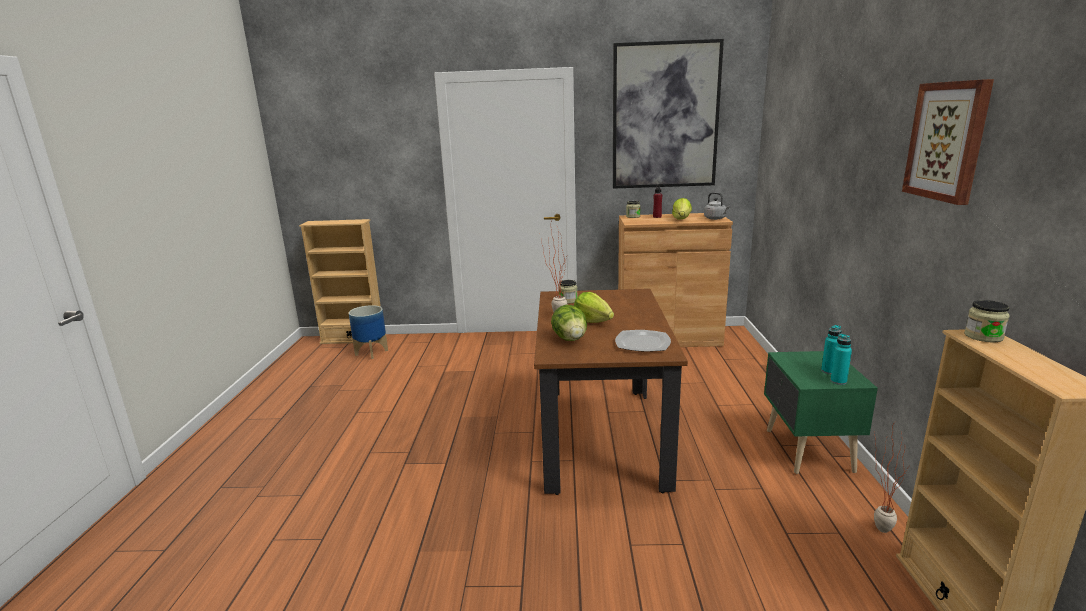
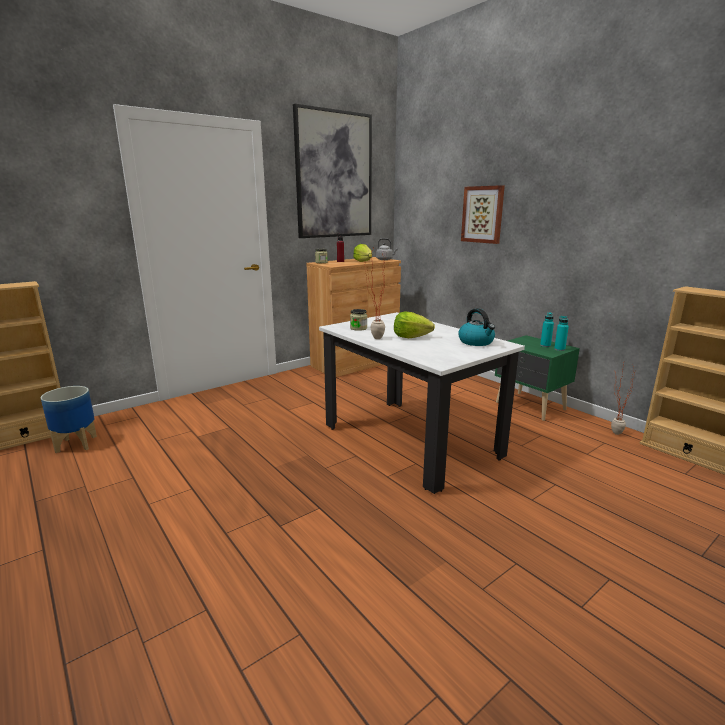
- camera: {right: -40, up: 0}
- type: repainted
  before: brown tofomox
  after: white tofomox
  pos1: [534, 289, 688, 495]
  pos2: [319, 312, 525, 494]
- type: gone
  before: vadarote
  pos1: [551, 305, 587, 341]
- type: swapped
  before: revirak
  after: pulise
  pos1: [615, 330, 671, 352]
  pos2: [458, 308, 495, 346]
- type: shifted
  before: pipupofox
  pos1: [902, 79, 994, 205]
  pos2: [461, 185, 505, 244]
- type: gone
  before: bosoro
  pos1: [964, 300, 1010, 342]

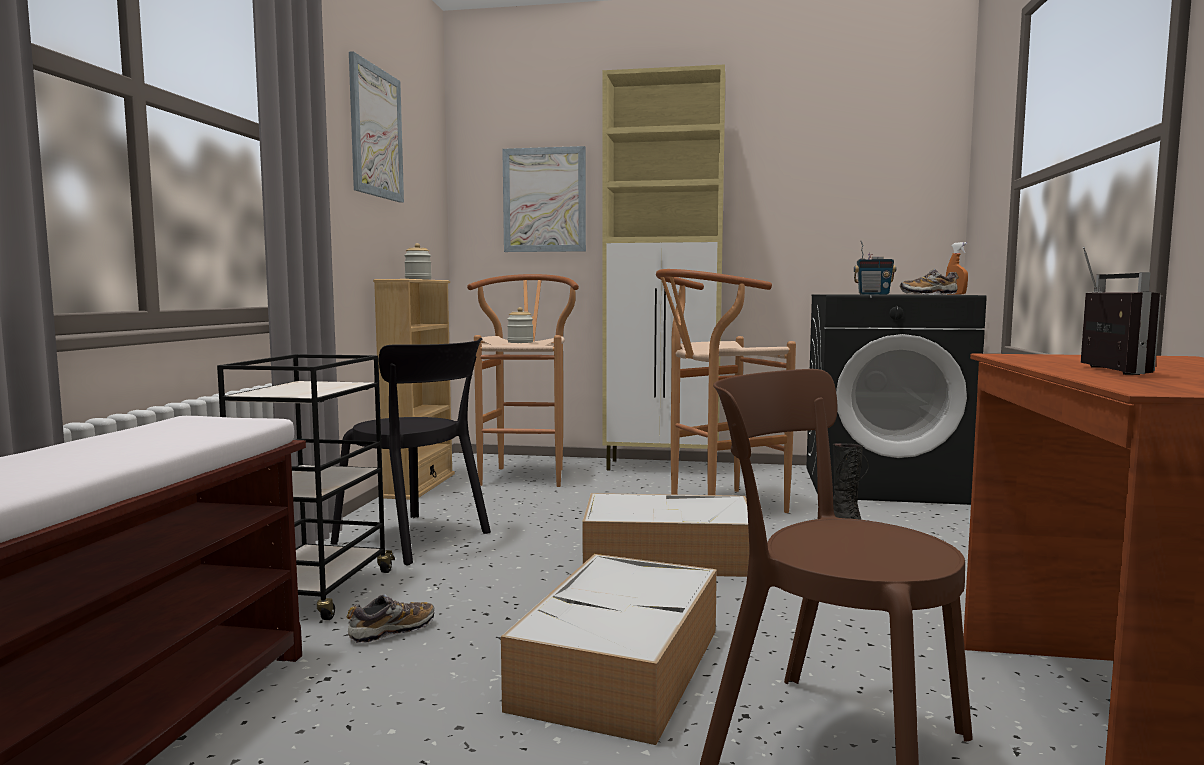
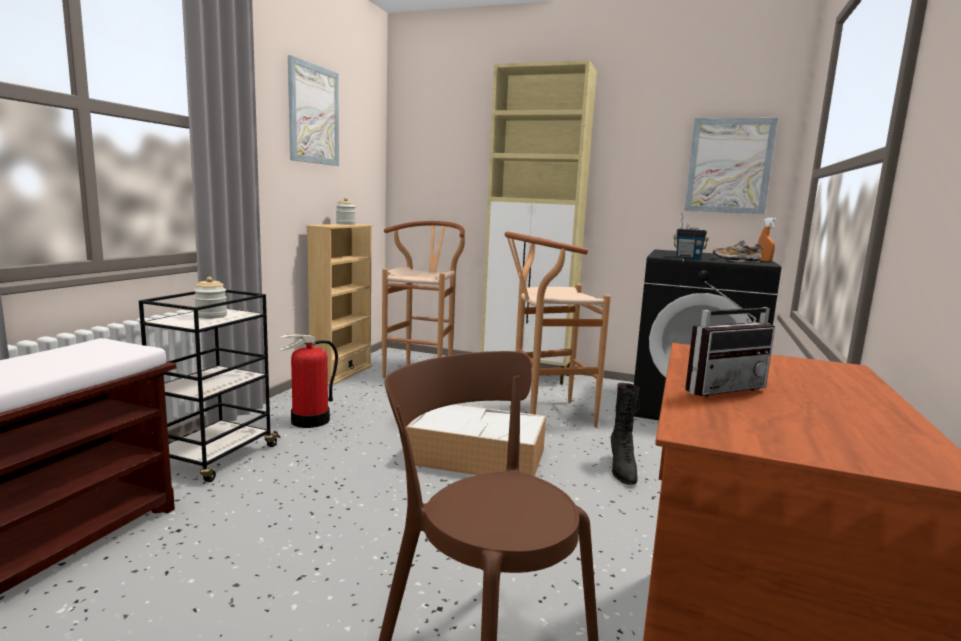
- camera: {right: 10, up: 5}
- type: swapped
  before: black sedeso
  after: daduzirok
  pos1: [331, 338, 491, 565]
  pos2: [277, 334, 338, 428]
- type: gone
  before: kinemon
  pos1: [347, 594, 434, 643]
- type: gone
  before: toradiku
  pos1: [501, 554, 717, 745]
- type: shifted
  before: pipupofox
  pos1: [502, 146, 586, 252]
  pos2: [684, 118, 778, 214]
- type: shifted
  before: bosoro
  pos1: [507, 307, 533, 343]
  pos2: [194, 277, 227, 319]
- type: rotated
  before: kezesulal
  pos1: [1081, 247, 1161, 375]
  pos2: [685, 281, 775, 396]
  turn: 45

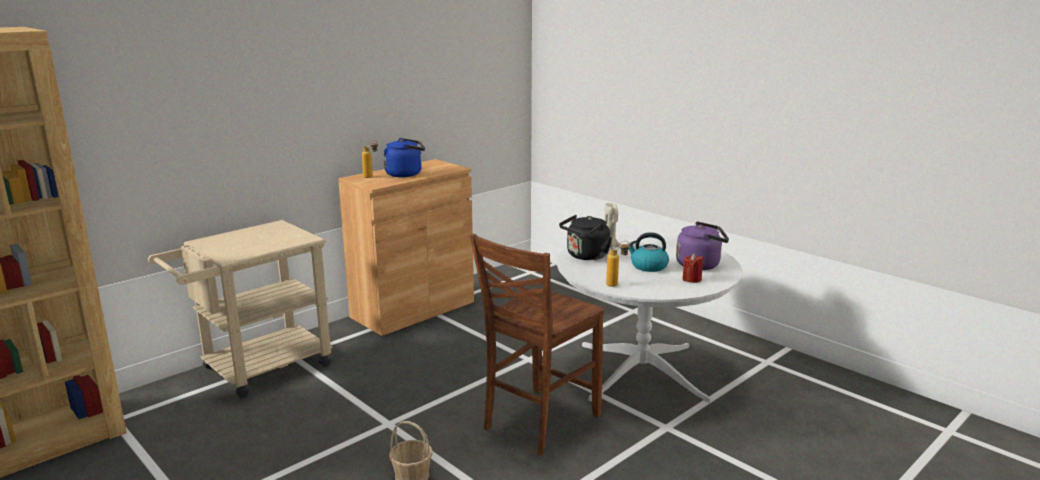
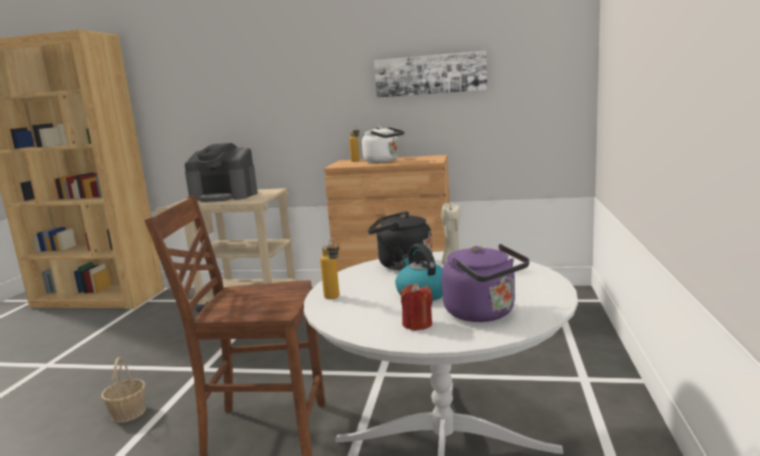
- camera: {right: 55, up: -5}
- type: repainted
  before: blue pulise
  after: white pulise
  pos1: [384, 138, 425, 177]
  pos2: [362, 126, 404, 163]
- type: new
  after: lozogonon
  pos2: [185, 143, 258, 202]
- type: new
  after: pipupofox
  pos2: [374, 51, 487, 98]

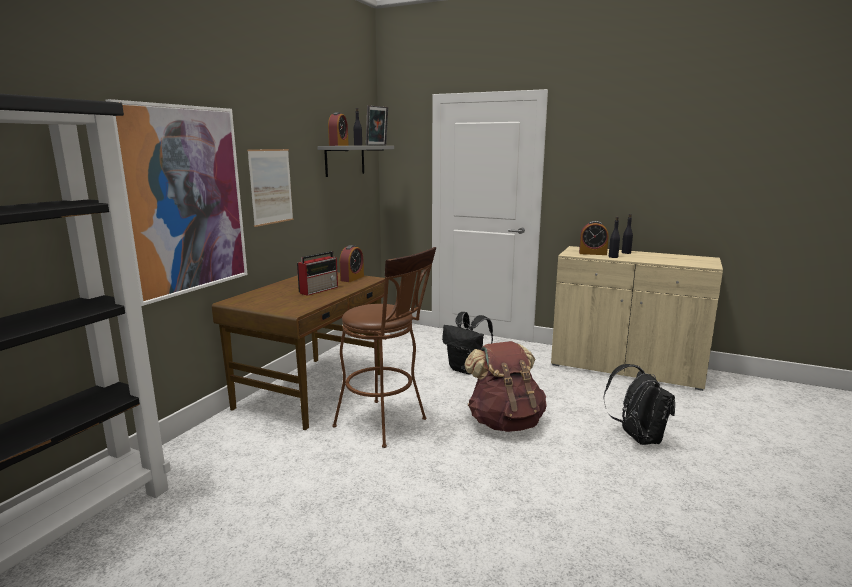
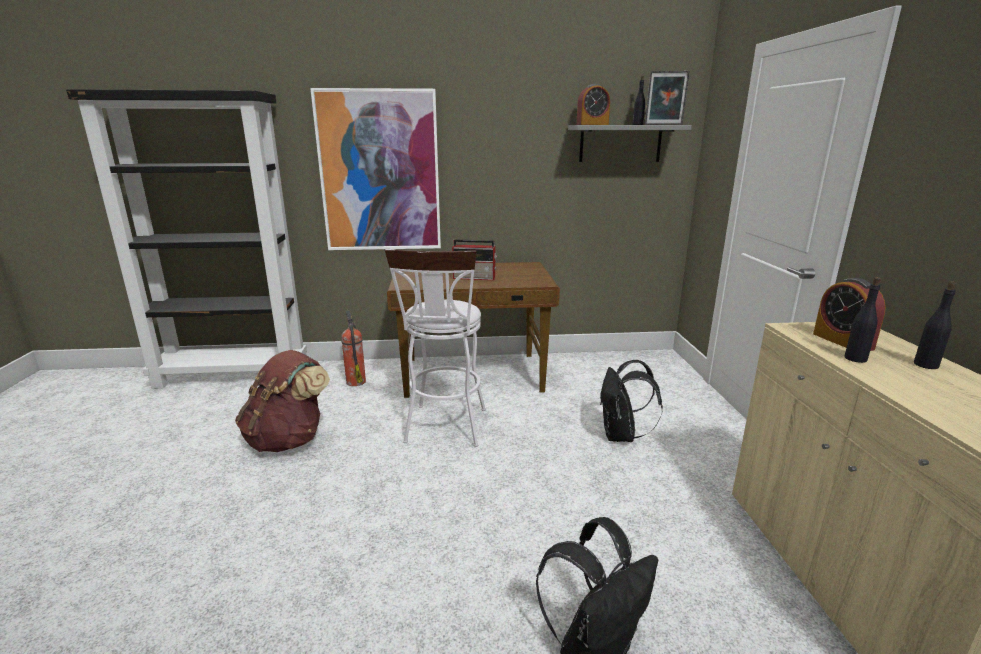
- camera: {right: 60, up: 5}
- type: gone
  before: pipupofox
  pos1: [247, 149, 293, 227]
- type: repainted
  before: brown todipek
  after: white todipek
  pos1: [332, 247, 436, 448]
  pos2: [384, 248, 486, 447]
- type: gone
  before: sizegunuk
  pos1: [339, 245, 364, 282]
- type: shifted
  before: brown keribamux
  pos1: [464, 341, 547, 432]
  pos2: [235, 350, 330, 452]
- type: new
  after: daduzirok
  pos2: [341, 311, 366, 386]

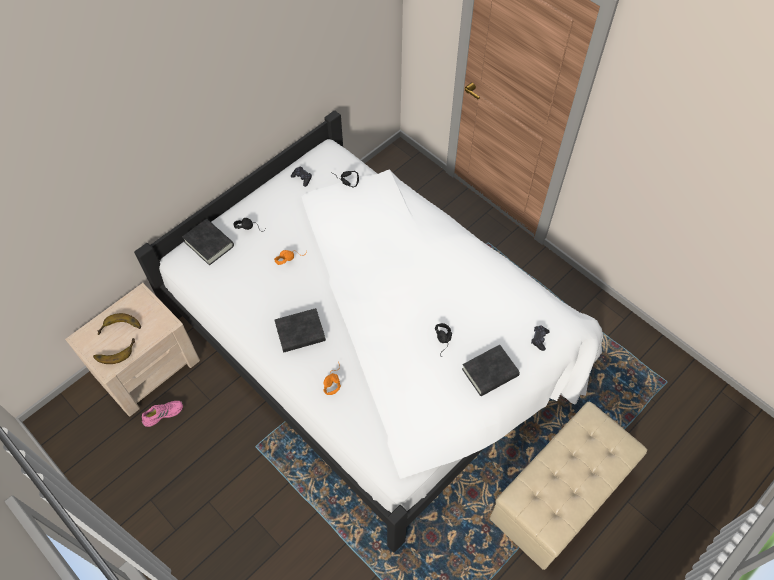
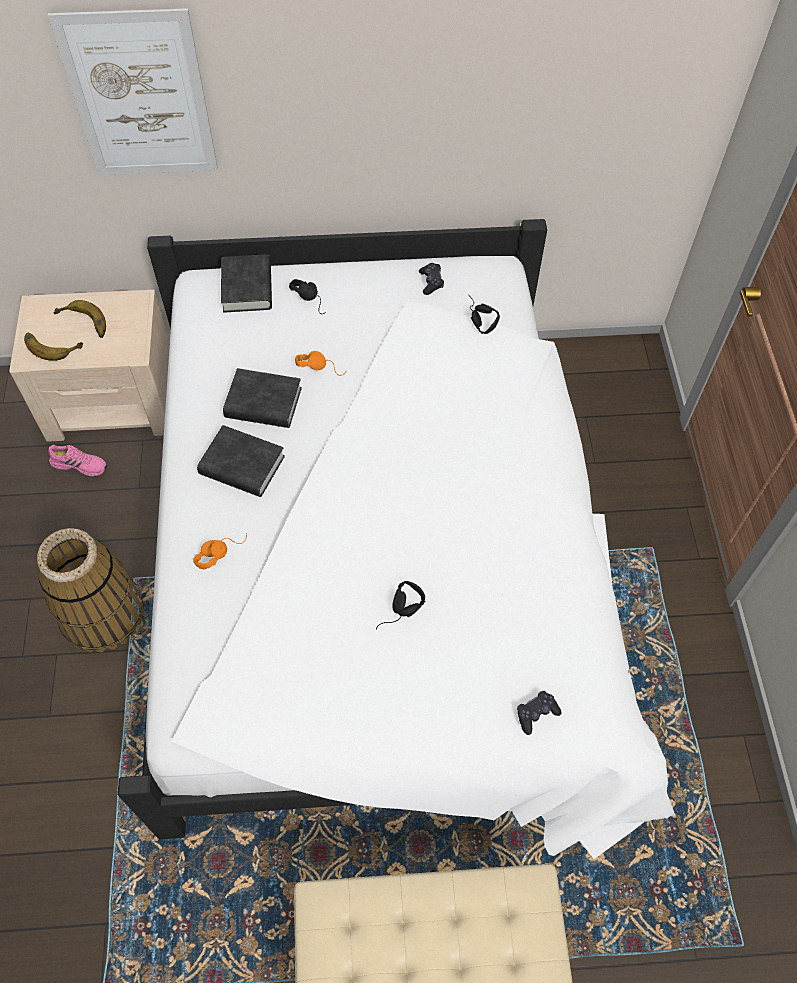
- camera: {right: 40, up: 0}
- type: shifted
  before: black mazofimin
  pos1: [462, 345, 520, 396]
  pos2: [223, 368, 302, 428]
- type: new
  after: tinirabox
  pos2: [37, 528, 144, 653]
- type: new
  after: pipupofox
  pos2: [48, 8, 218, 175]

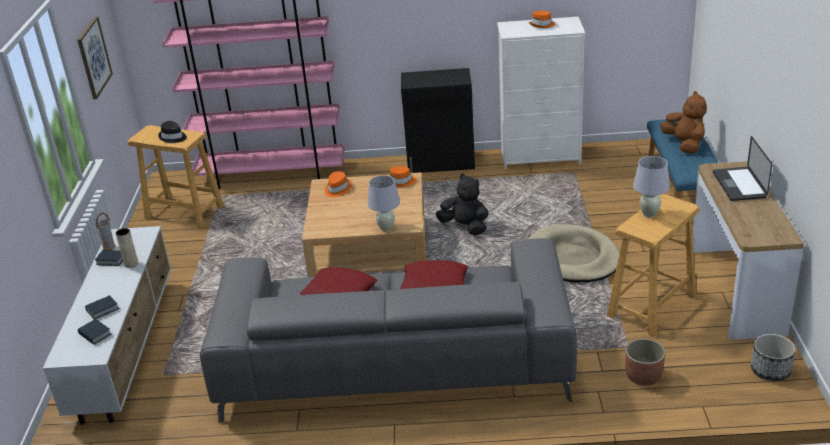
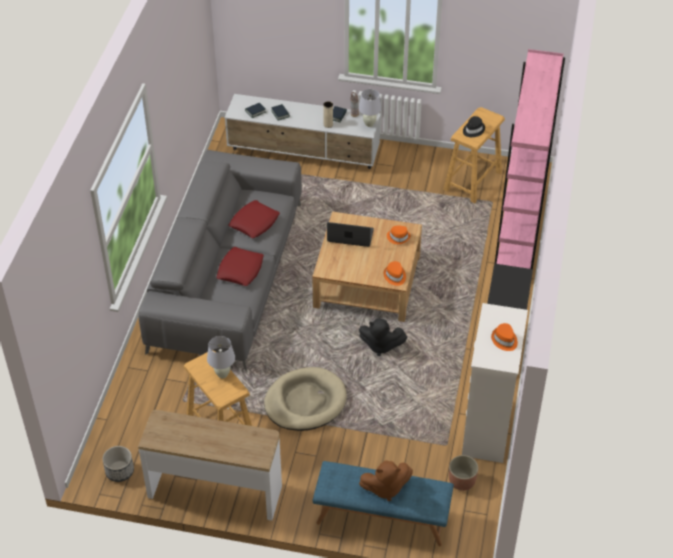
- camera: {right: 100, up: 15}
- type: gone
  before: pipupofox
  pos1: [77, 16, 113, 99]
- type: shifted
  before: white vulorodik
  pos1: [368, 175, 400, 231]
  pos2: [358, 89, 382, 127]
- type: rotated
  before: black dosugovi
  pos1: [436, 174, 488, 235]
  pos2: [359, 319, 407, 356]
  turn: 60
- type: shifted
  before: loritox
  pos1: [625, 339, 665, 386]
  pos2: [449, 455, 478, 491]
- type: shifted
  before: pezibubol
  pos1: [713, 136, 772, 201]
  pos2: [327, 222, 374, 247]

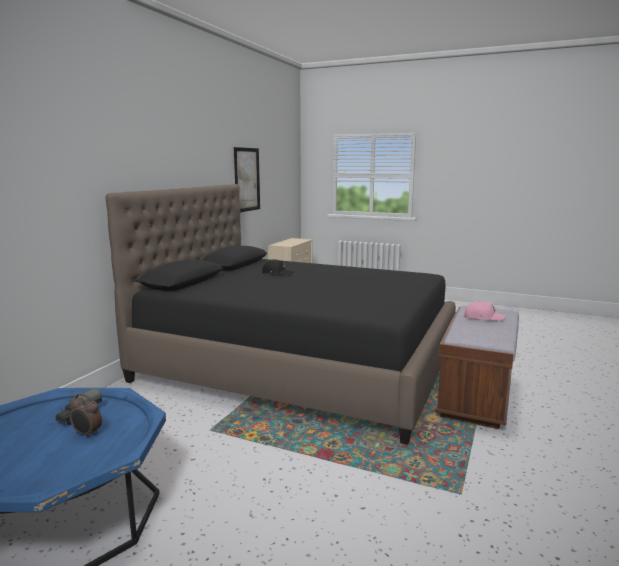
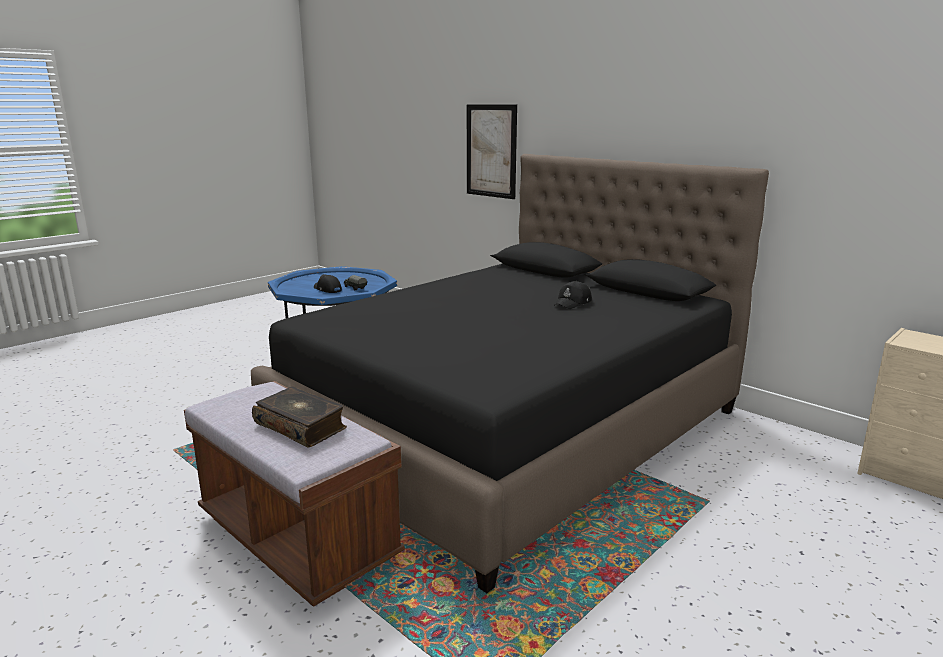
- camera: {right: 110, up: 5}
- type: swapped
  before: sizegunuk
  after: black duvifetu
  pos1: [70, 394, 102, 438]
  pos2: [314, 274, 342, 293]
- type: shifted
  before: pipupofox
  pos1: [234, 147, 260, 212]
  pos2: [467, 104, 517, 199]
- type: swapped
  before: pink duvifetu
  after: mazofimin
  pos1: [464, 301, 505, 321]
  pos2: [252, 386, 347, 448]

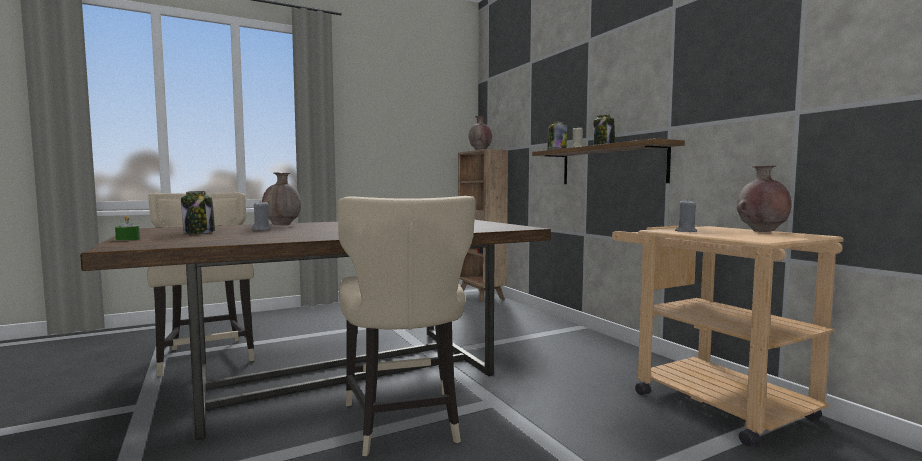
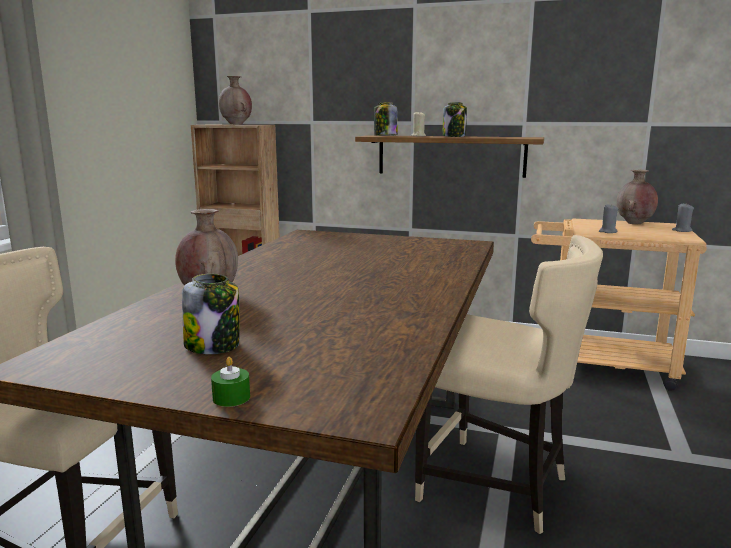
- camera: {right: -45, up: 10}
- type: shifted
  before: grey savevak
  pos1: [252, 201, 271, 230]
  pos2: [672, 203, 694, 232]

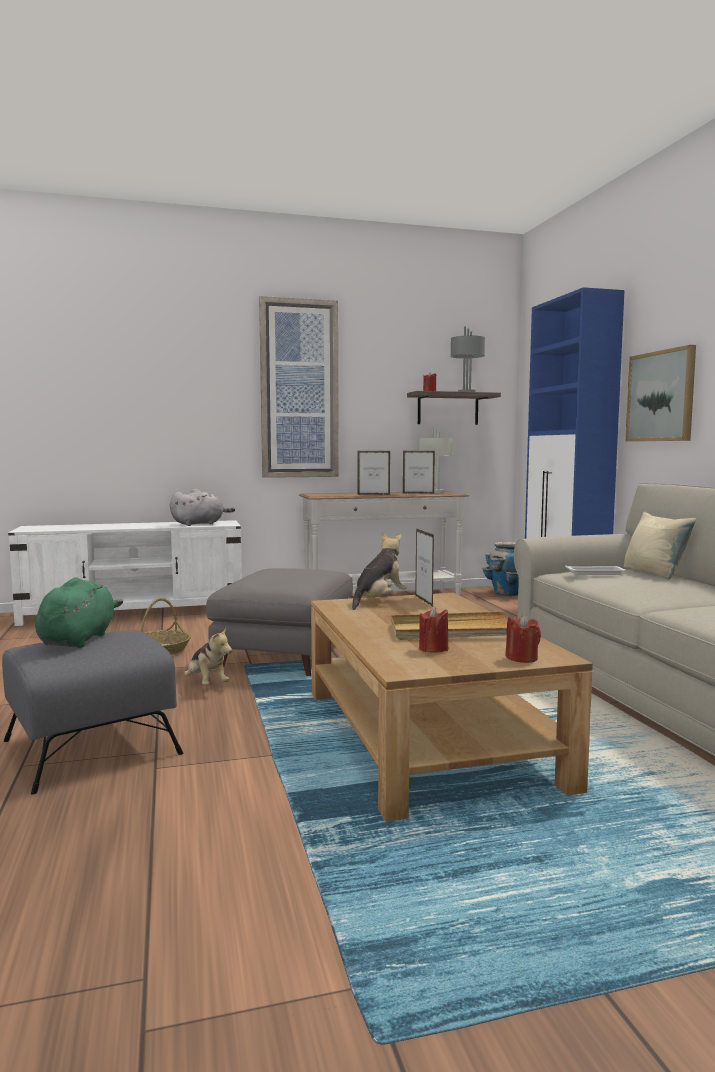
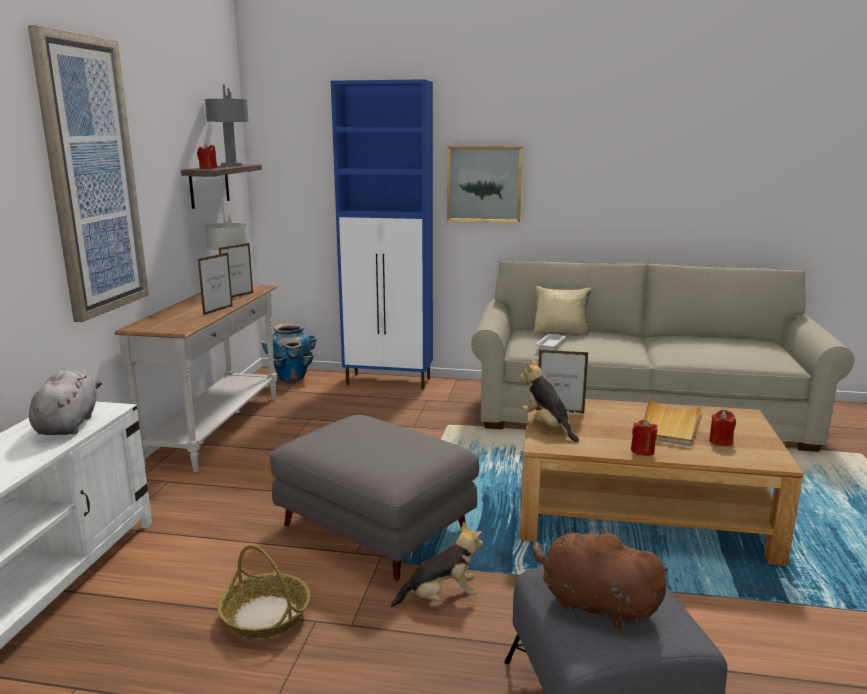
- camera: {right: -65, up: 10}
- type: repainted
  before: green dosugovi
  after: brown dosugovi
  pos1: [35, 577, 123, 648]
  pos2: [532, 528, 669, 629]
- type: shifted
  before: red savevak
  pos1: [505, 614, 541, 663]
  pos2: [631, 420, 658, 456]

